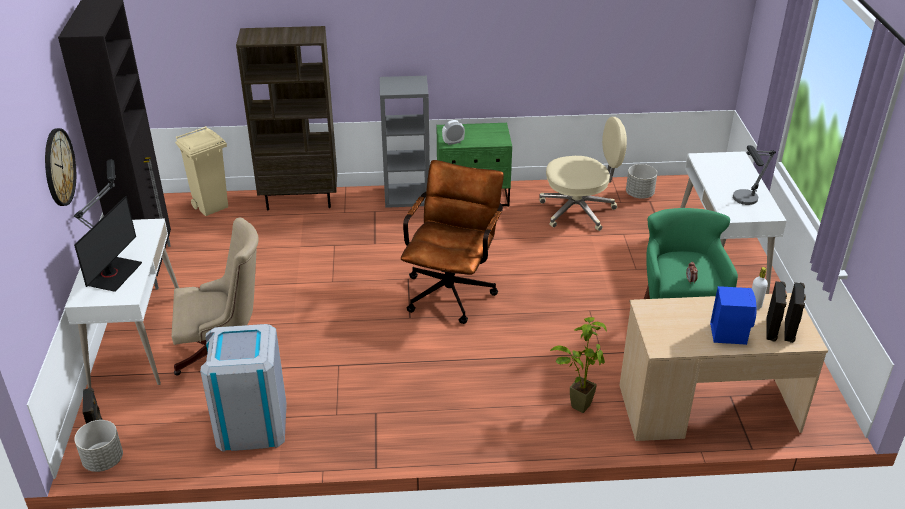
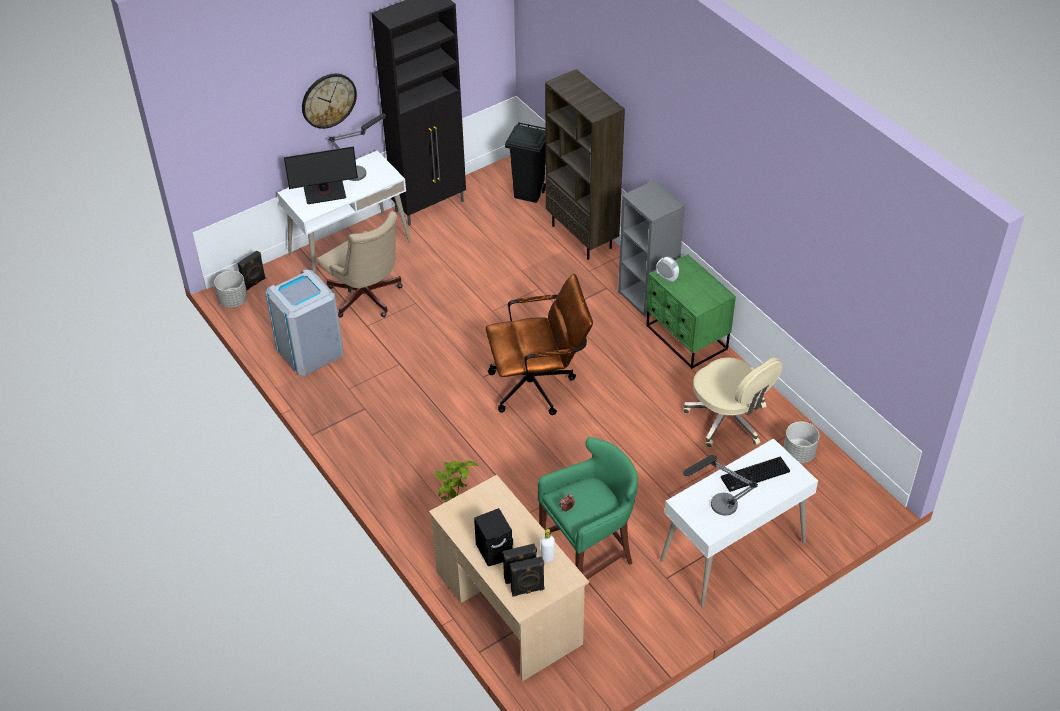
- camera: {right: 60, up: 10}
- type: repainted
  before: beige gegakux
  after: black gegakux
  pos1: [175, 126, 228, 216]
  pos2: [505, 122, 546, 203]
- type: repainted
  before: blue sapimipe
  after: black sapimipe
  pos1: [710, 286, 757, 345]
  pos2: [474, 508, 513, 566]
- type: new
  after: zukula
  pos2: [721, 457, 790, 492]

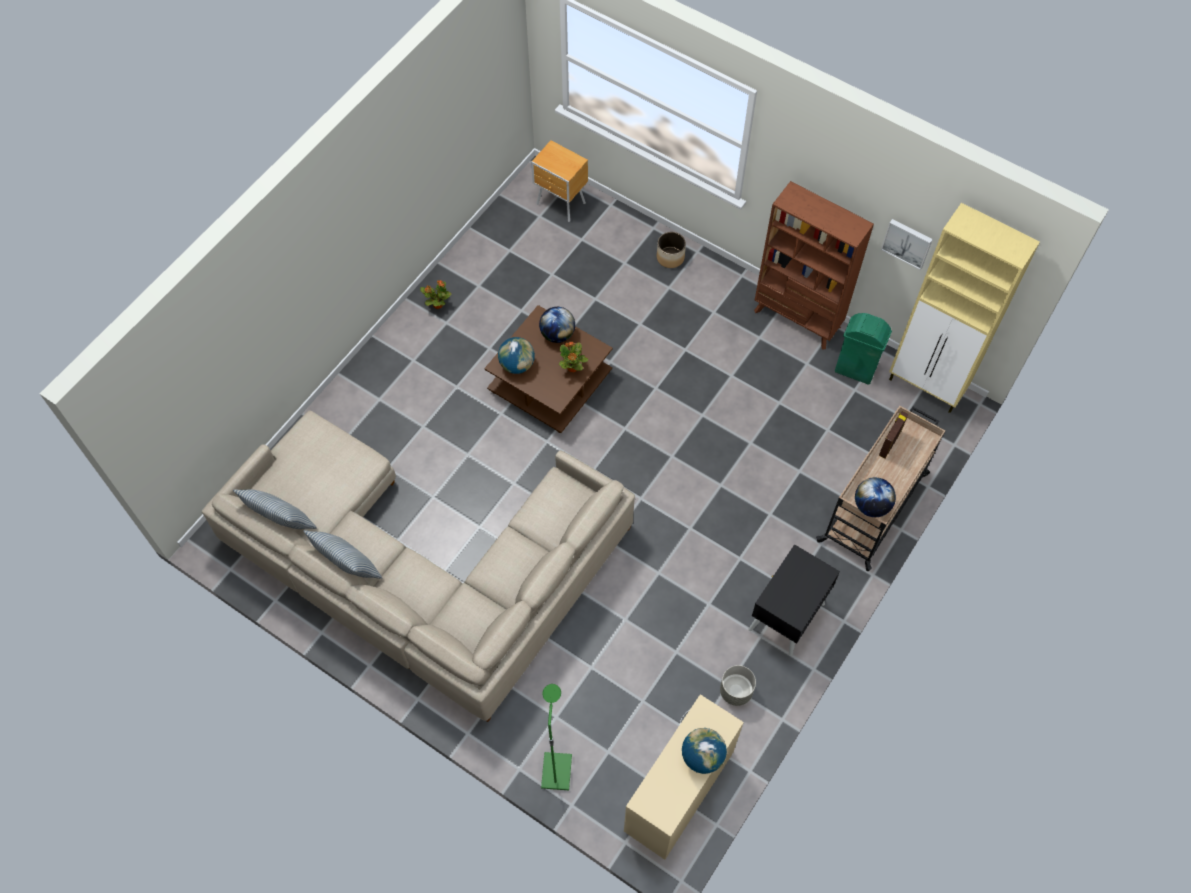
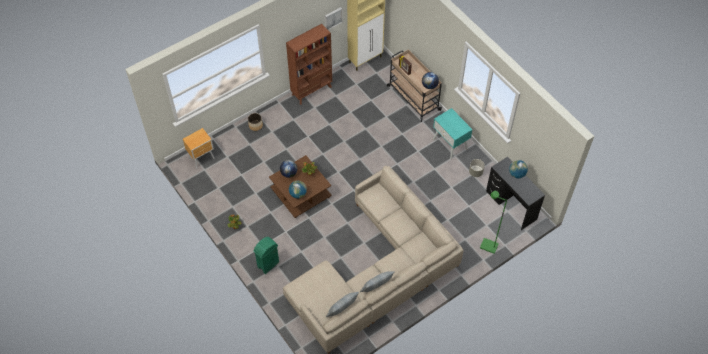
- camera: {right: -70, up: -5}
- type: repainted
  before: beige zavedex
  after: black zavedex
  pos1: [624, 694, 744, 860]
  pos2: [486, 157, 545, 230]
- type: repainted
  before: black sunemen
  after: turquoise sunemen
  pos1: [748, 544, 840, 656]
  pos2: [433, 108, 473, 159]
- type: shifted
  before: green gegakux
  pos1: [835, 313, 892, 384]
  pos2: [253, 237, 279, 274]

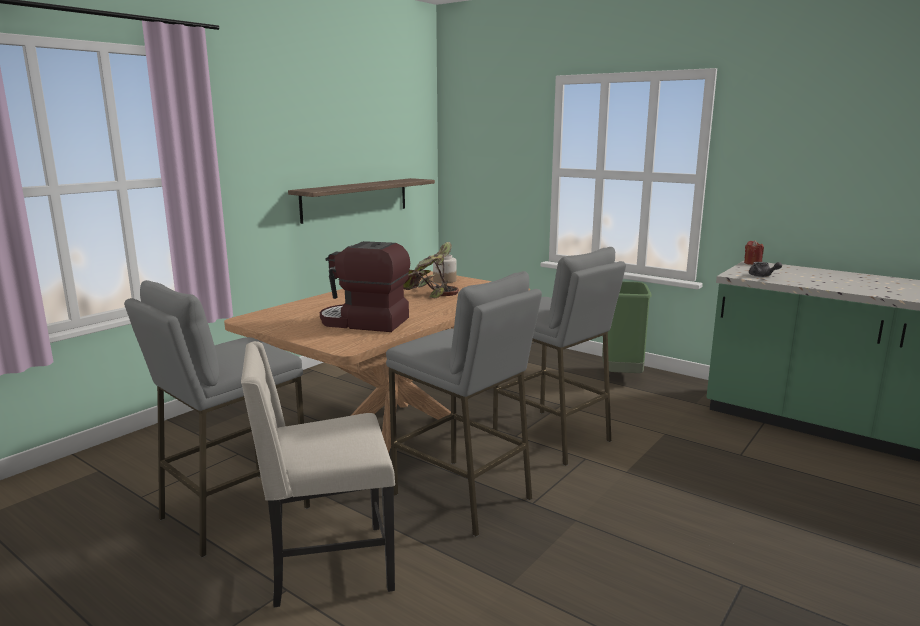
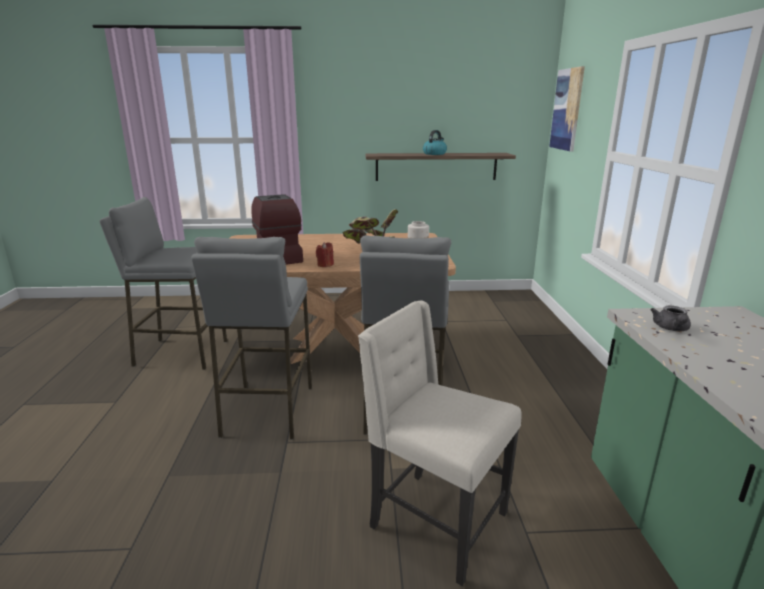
- camera: {right: 50, up: 5}
- type: shifted
  before: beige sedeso
  pos1: [241, 341, 395, 607]
  pos2: [358, 301, 522, 586]
- type: gone
  before: green gegakux
  pos1: [602, 281, 652, 373]
- type: shifted
  before: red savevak
  pos1: [744, 240, 764, 265]
  pos2: [316, 242, 334, 267]
- type: new
  after: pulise
  pos2: [423, 130, 447, 155]
- type: new
  after: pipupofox
  pos2: [549, 66, 585, 152]

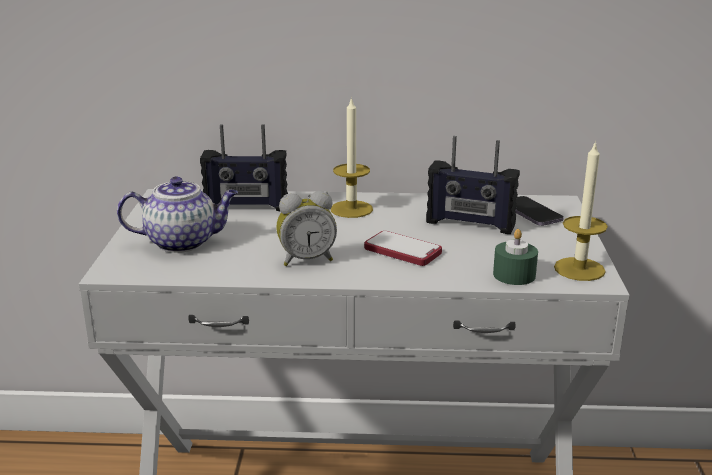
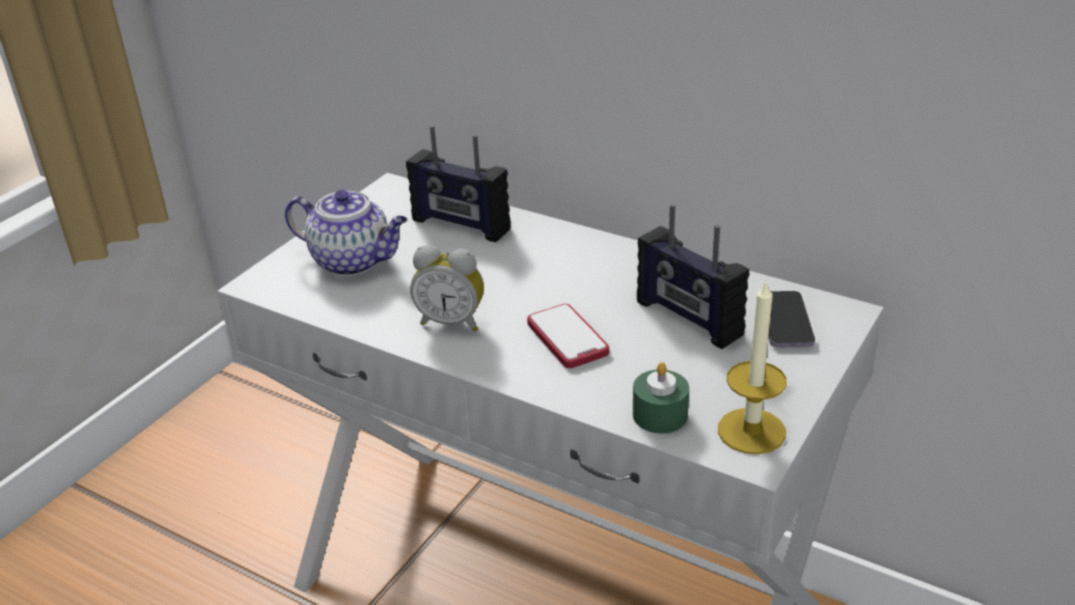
- camera: {right: 30, up: 10}
- type: gone
  before: savevak
  pos1: [331, 96, 373, 218]

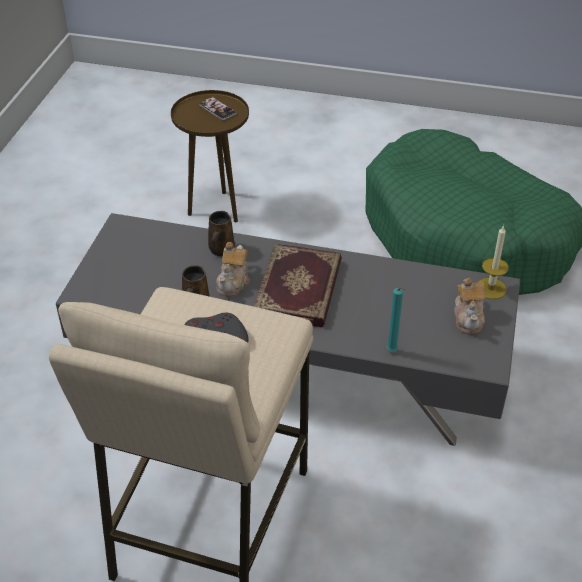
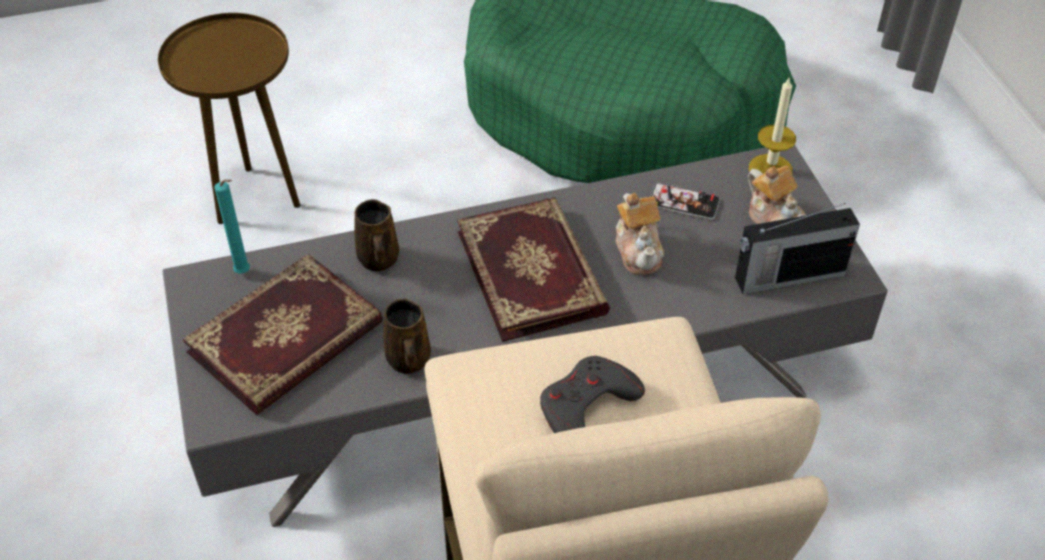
- camera: {right: -30, up: 5}
- type: shifted
  before: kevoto
  pos1: [199, 98, 237, 120]
  pos2: [650, 183, 720, 220]
- type: shifted
  before: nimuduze
  pos1: [216, 242, 250, 297]
  pos2: [616, 193, 664, 275]
- type: shifted
  before: turquoise savevak
  pos1: [387, 288, 406, 352]
  pos2: [214, 179, 250, 274]
- type: new
  after: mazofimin
  pos2: [183, 254, 383, 415]
- type: new
  after: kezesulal
  pos2: [735, 203, 860, 294]

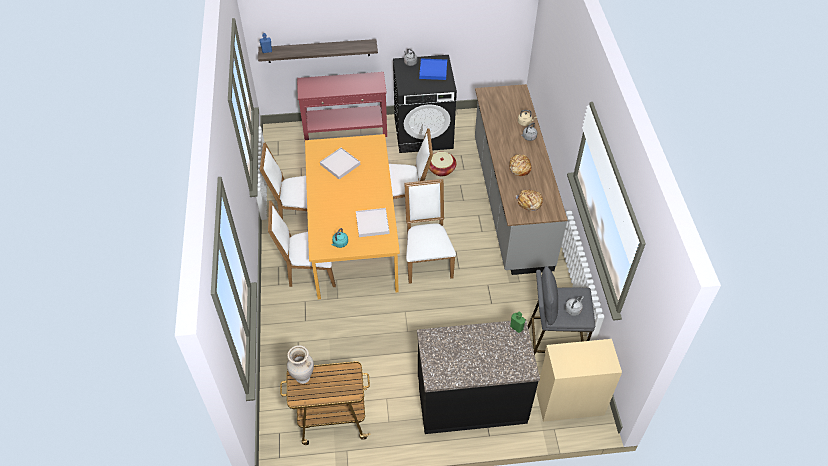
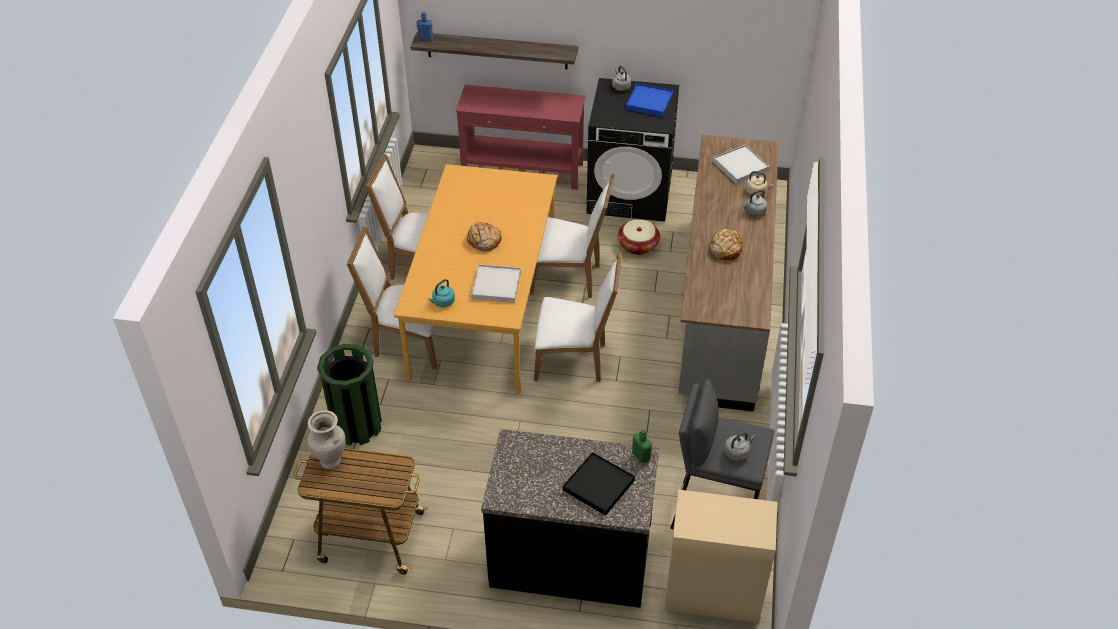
- camera: {right: 15, up: -5}
- type: shifted
  before: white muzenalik
  pos1: [320, 148, 360, 179]
  pos2: [713, 144, 770, 184]
- type: rotated
  before: white sedeso
  pos1: [404, 179, 456, 284]
  pos2: [534, 252, 622, 382]
  turn: 90
- type: shifted
  before: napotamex
  pos1: [516, 190, 543, 211]
  pos2: [467, 222, 502, 251]
- type: new
  after: green gegakux
  pos2: [317, 344, 382, 446]
- type: new
  after: black muzenalik
  pos2: [563, 452, 635, 516]

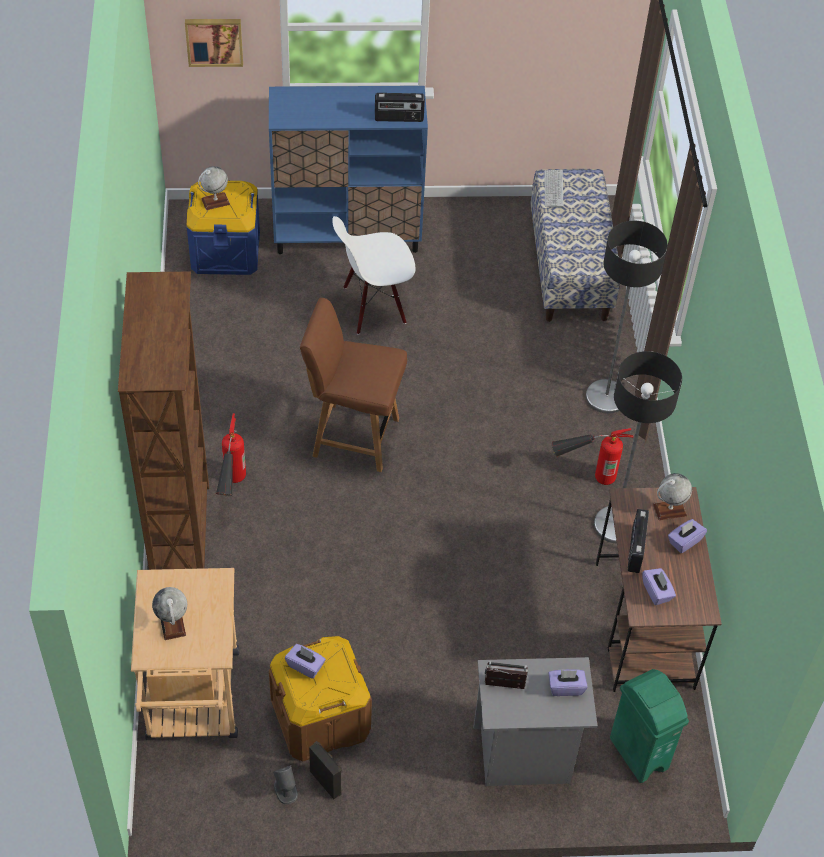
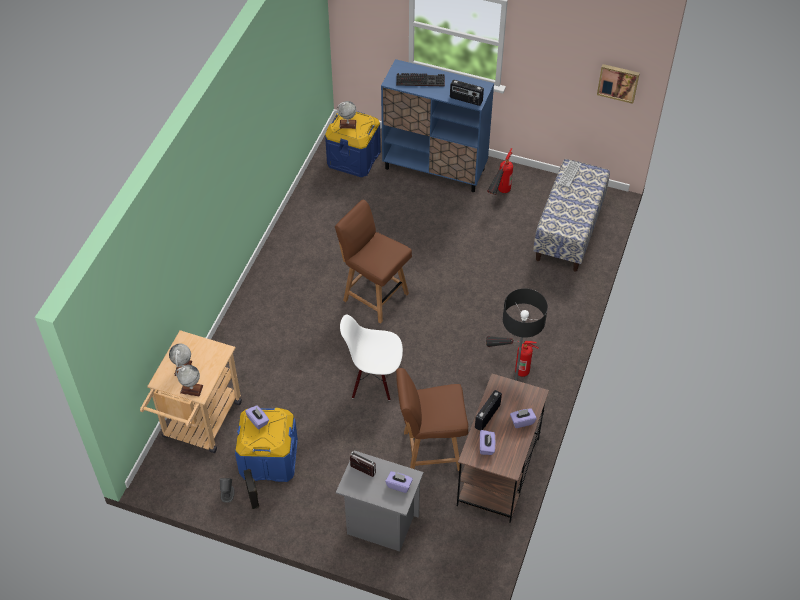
- camera: {right: 25, up: 0}
- type: gone
  before: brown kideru
  pos1: [118, 272, 209, 570]
- type: shifted
  before: pipupofox
  pos1: [185, 19, 243, 67]
  pos2: [597, 64, 640, 104]
- type: shifted
  before: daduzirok
  pos1: [216, 413, 246, 496]
  pos2: [487, 148, 513, 195]
- type: repainted
  before: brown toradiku
  after: blue toradiku
  pos1: [269, 636, 372, 762]
  pos2: [235, 408, 298, 482]
- type: shifted
  before: white sedeso
  pos1: [332, 216, 415, 335]
  pos2: [340, 314, 403, 401]
- type: gone
  before: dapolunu
  pos1: [586, 221, 668, 414]
- type: gone
  before: green gegakux
  pos1: [610, 669, 689, 783]
- type: shifted
  before: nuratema
  pos1: [653, 473, 692, 520]
  pos2: [176, 365, 203, 397]
- type: new
  after: zukula
  pos2: [396, 73, 445, 87]
- type: new
  after: brown sedeso
  pos2: [396, 368, 468, 471]

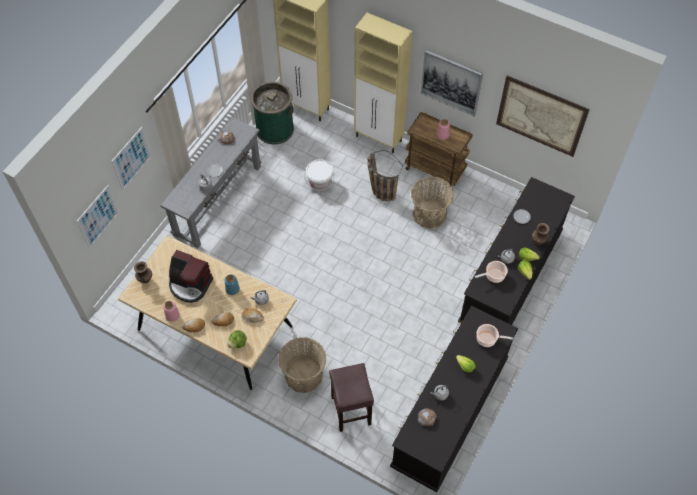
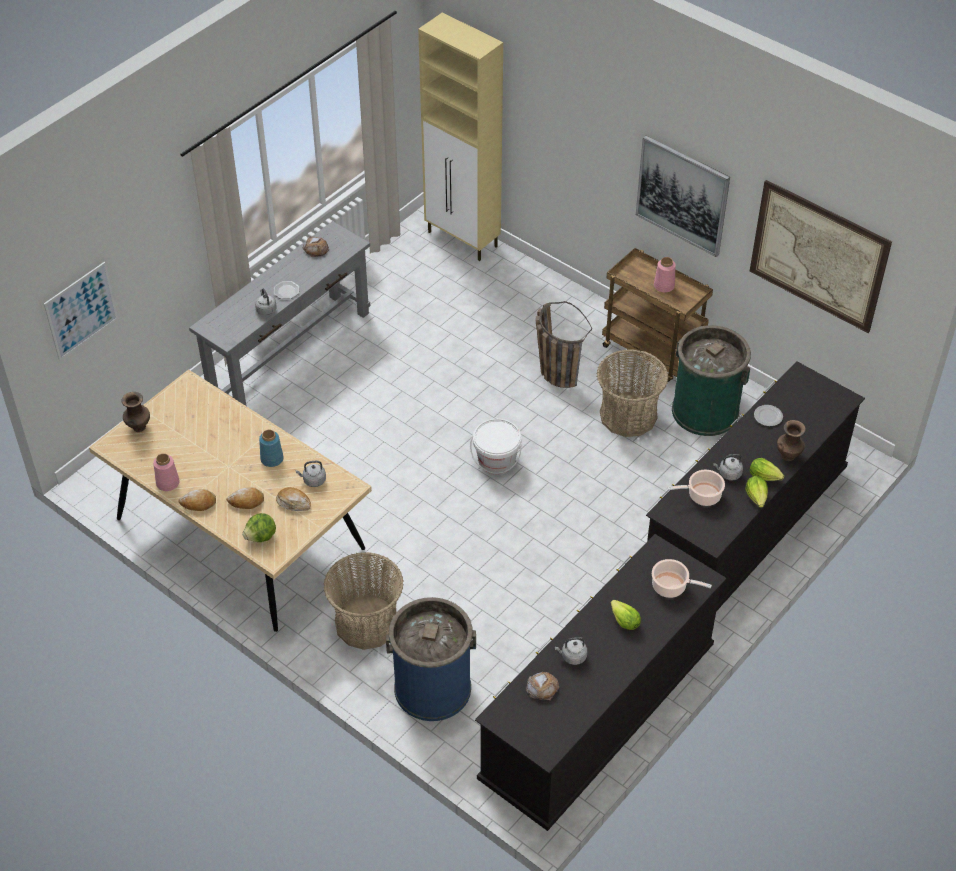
- camera: {right: 10, up: -10}
- type: gone
  before: pipupofox
  pos1: [112, 127, 151, 190]
- type: gone
  before: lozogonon
  pos1: [169, 250, 213, 303]
- type: shifted
  before: green gegakux
  pos1: [251, 82, 294, 144]
  pos2: [672, 325, 751, 436]
- type: shifted
  before: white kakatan
  pos1: [304, 159, 334, 191]
  pos2: [470, 419, 522, 474]
- type: swapped
  before: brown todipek
  after: blue gegakux
  pos1: [329, 363, 374, 432]
  pos2: [386, 597, 476, 721]
- type: gone
  before: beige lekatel
  pos1: [354, 13, 412, 153]

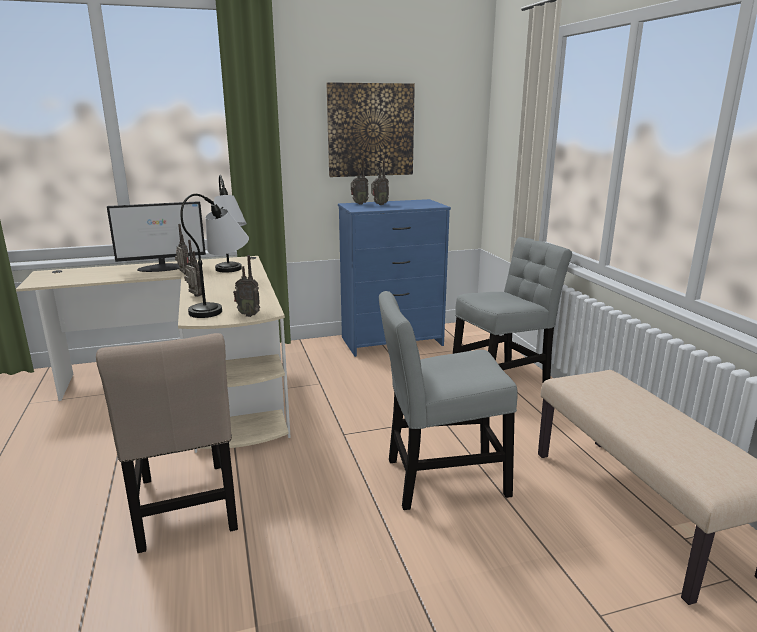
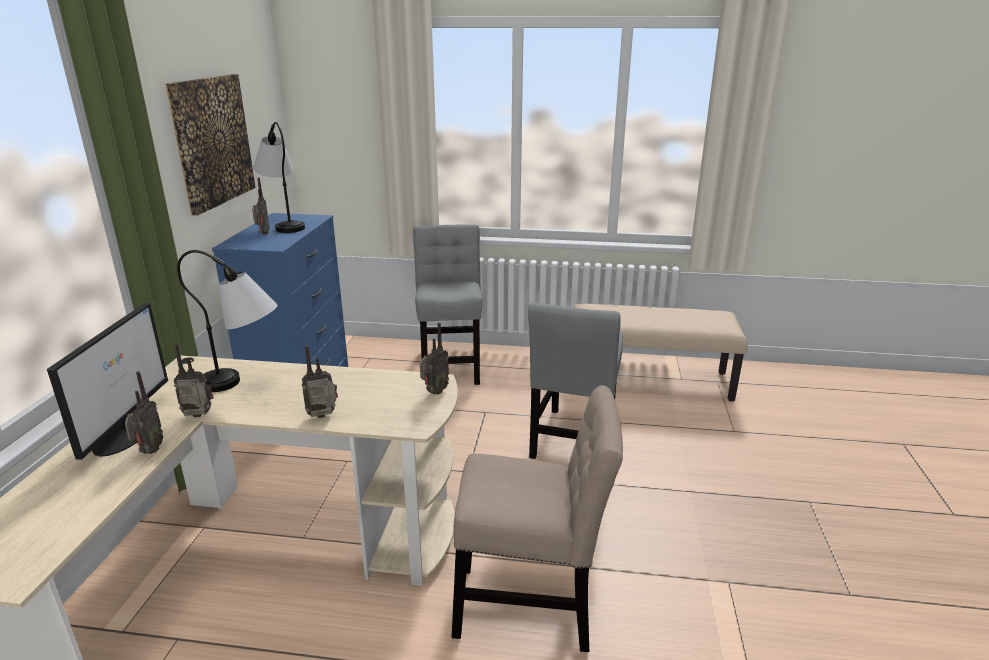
- camera: {right: -65, up: 5}
- type: shifted
  before: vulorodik
  pos1: [180, 194, 249, 318]
  pos2: [253, 122, 305, 233]
- type: shifted
  before: kezesulal
  pos1: [351, 160, 369, 205]
  pos2: [125, 371, 163, 454]

